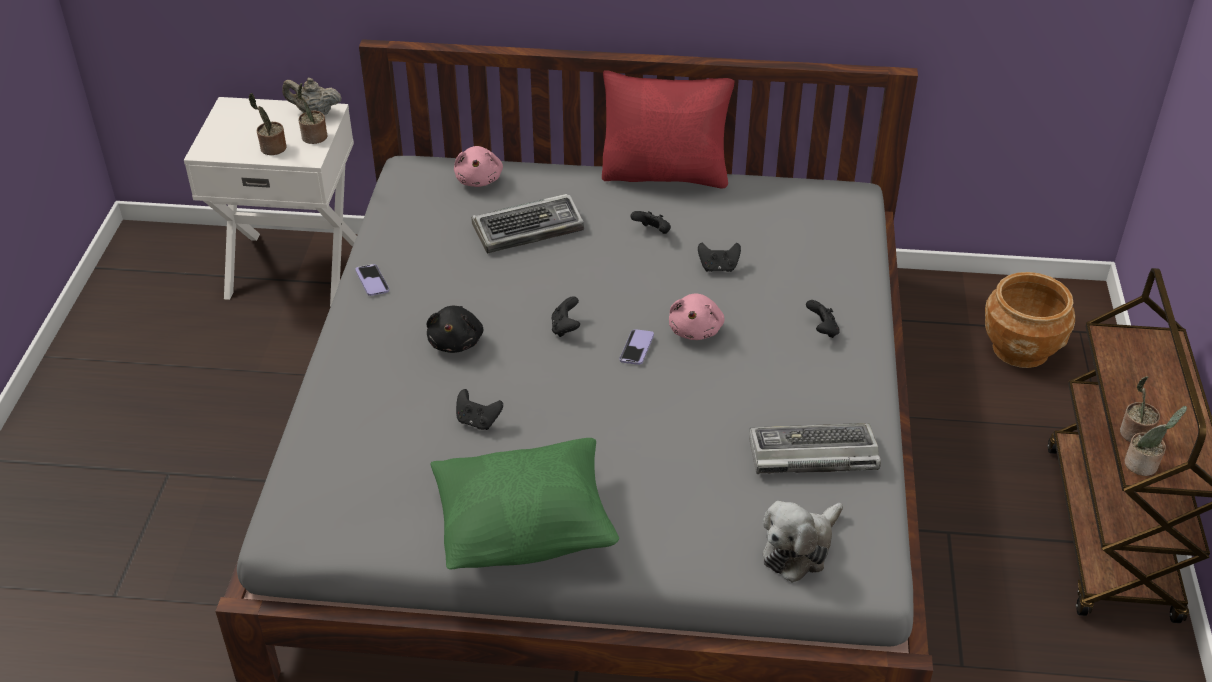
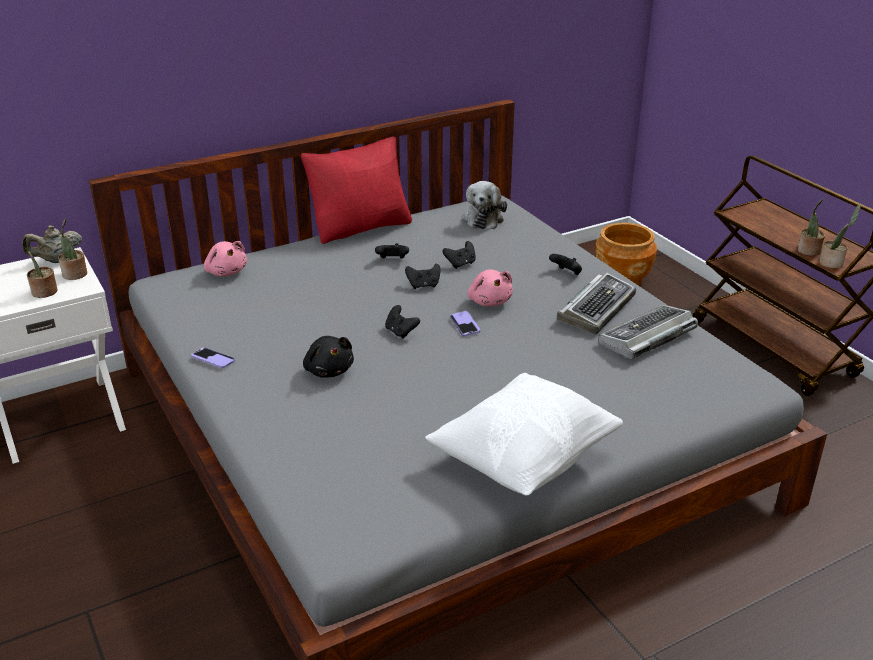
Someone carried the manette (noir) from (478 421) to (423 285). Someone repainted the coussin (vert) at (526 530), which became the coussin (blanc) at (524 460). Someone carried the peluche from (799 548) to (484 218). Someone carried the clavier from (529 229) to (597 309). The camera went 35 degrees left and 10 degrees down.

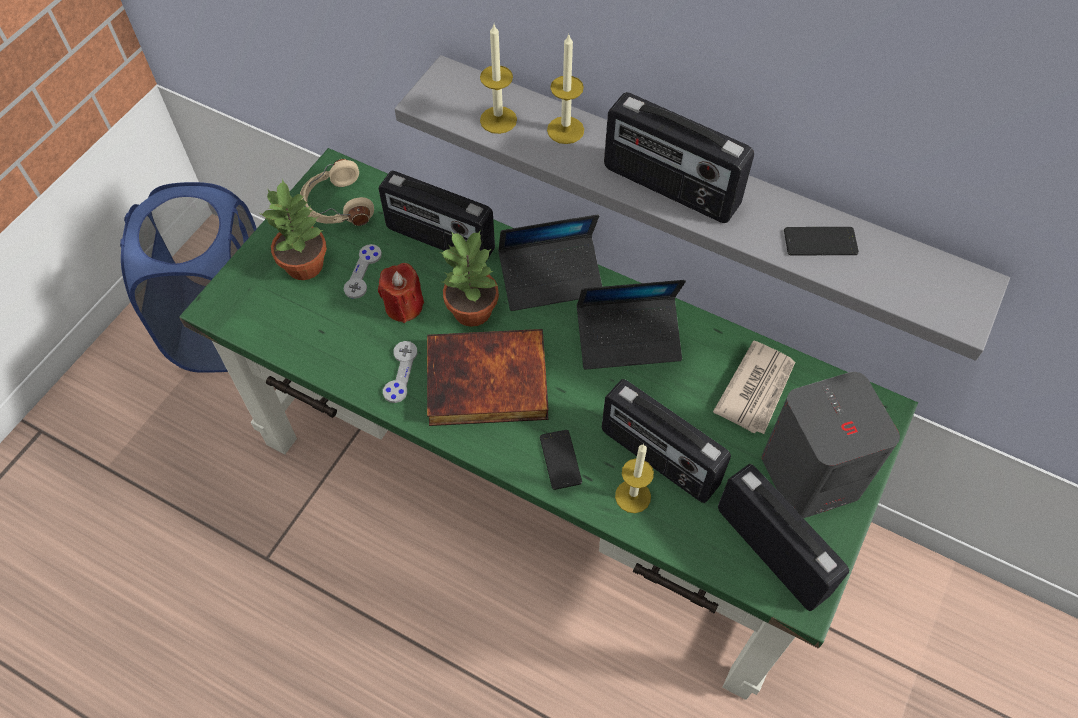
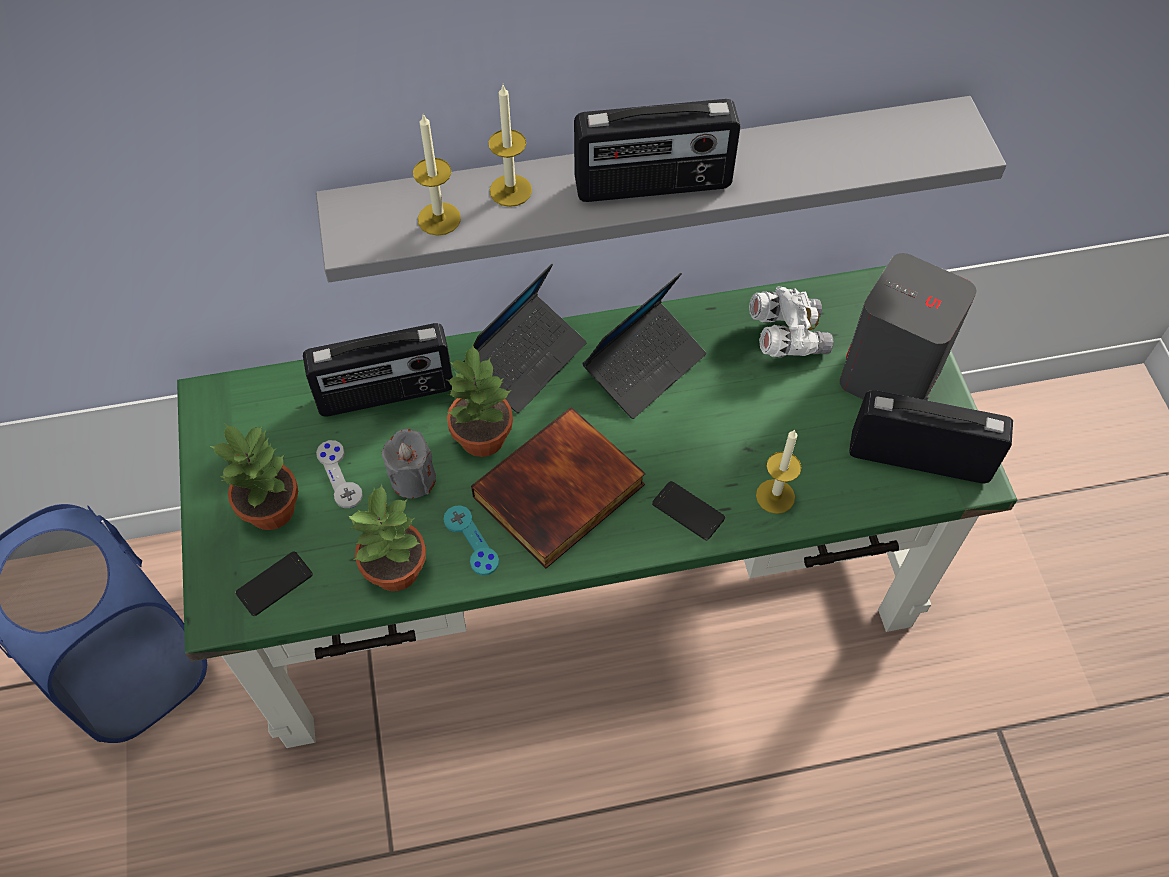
Someone carried the téléphone from (820 242) to (274 584). Someone put down the plante en pot at (394 570). Someone repainted the bougie (rouge) at (404 306), which became the bougie (gris) at (413 479). Someone repainted the manette (gris) at (400 372), which became the manette (turquoise) at (471 541). Someone swapped the journal at (757 389) for the jumelles (blanc) at (787 336). Someone took away the casque audio (beige) at (336 206). Someone took away the radio at (658 459). The camera went 40 degrees left and 0 degrees up.

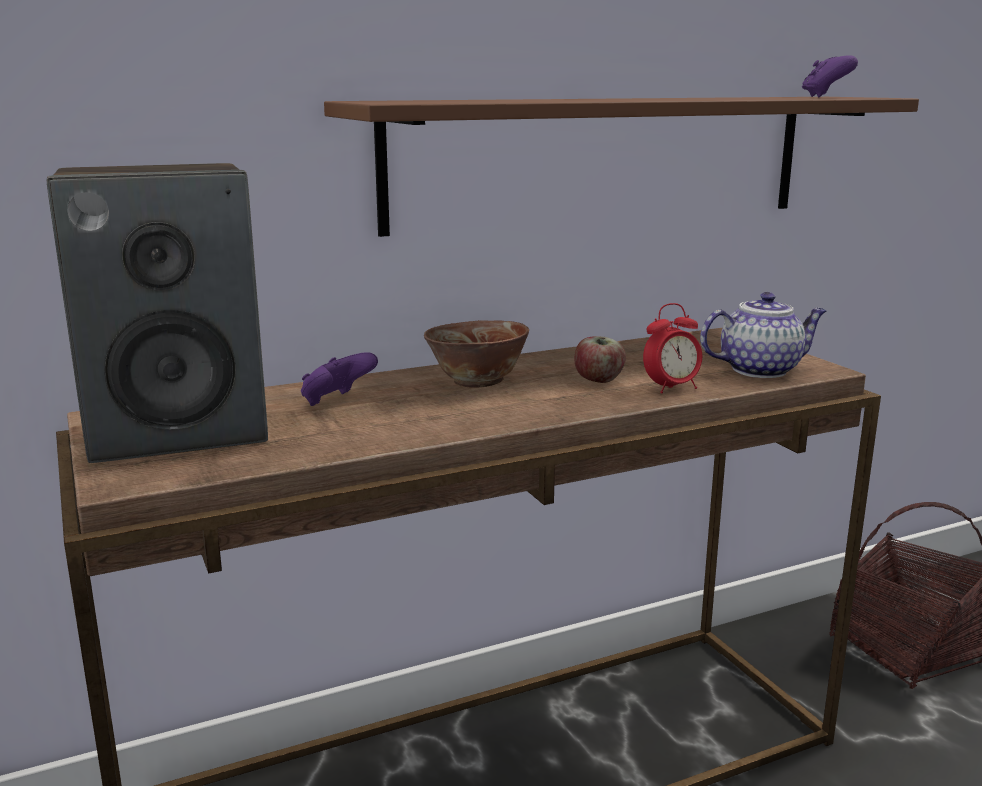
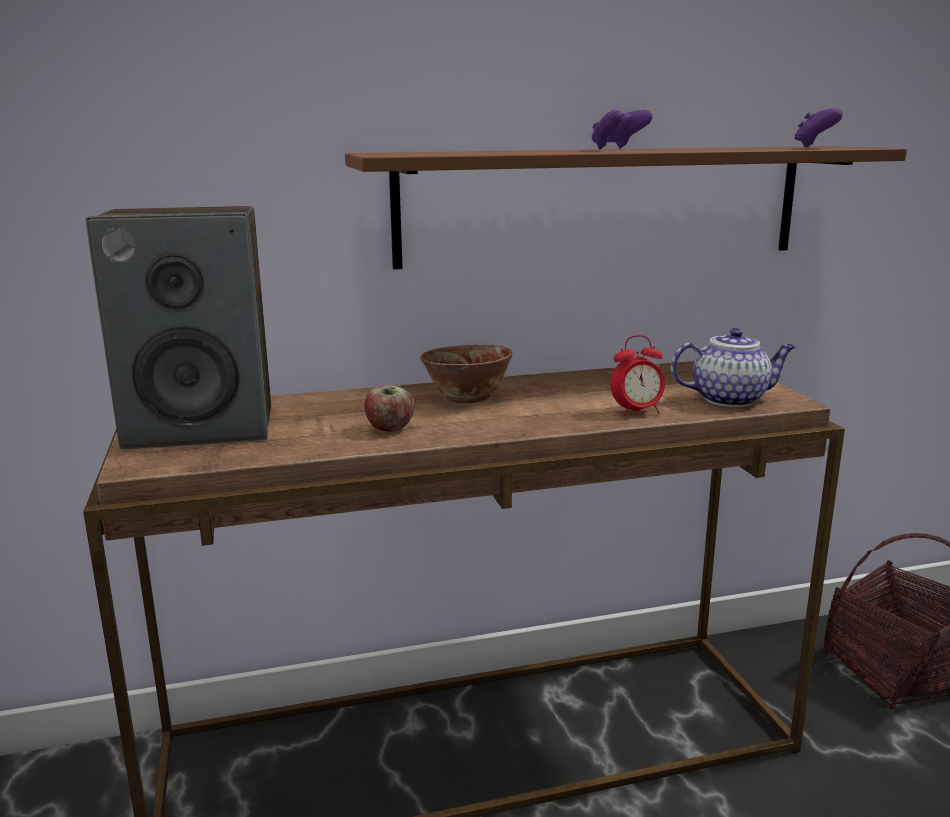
Someone carried the pomme from (598 381) to (389 429). Someone carried the manette (violet) from (336 402) to (617 149). The camera went 10 degrees right and 0 degrees up.

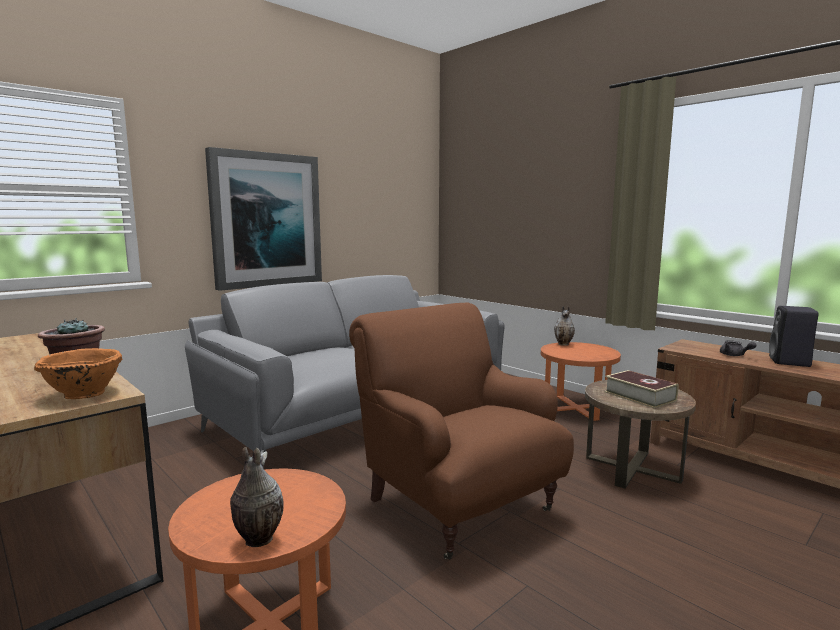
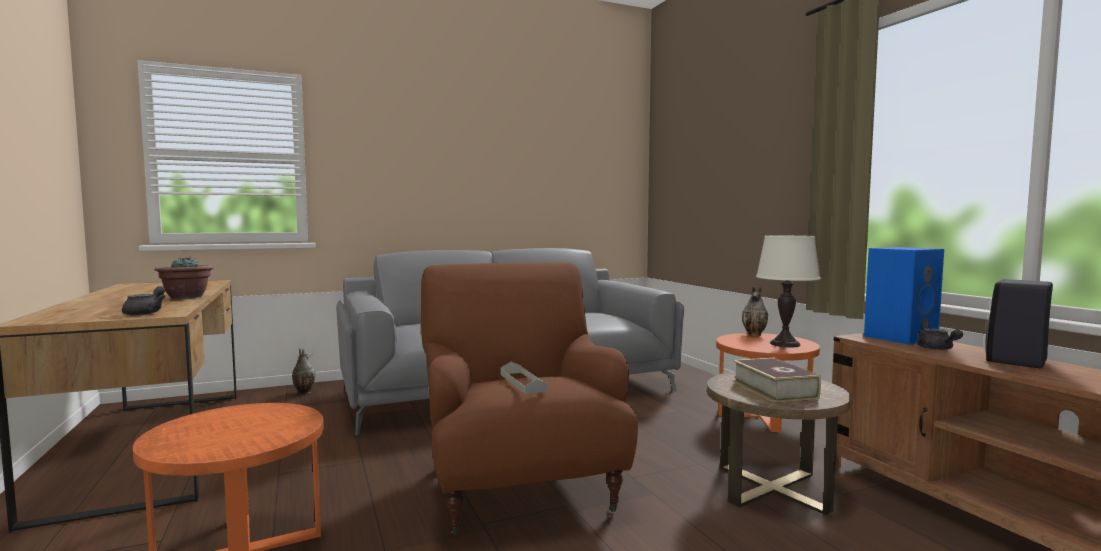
Someone swapped the bol (orange) at (83 394) for the théière (gris) at (146 313). Someone carried the vase from (257 540) to (303 392). Someone put down the plateau (gris) at (523 382). Someone put down the lampe de table (blanc) at (784 344). Someone put down the enceinte (bleu) at (900 337). Someone took away the tableau at (266 220). The camera went 20 degrees right and 5 degrees down.

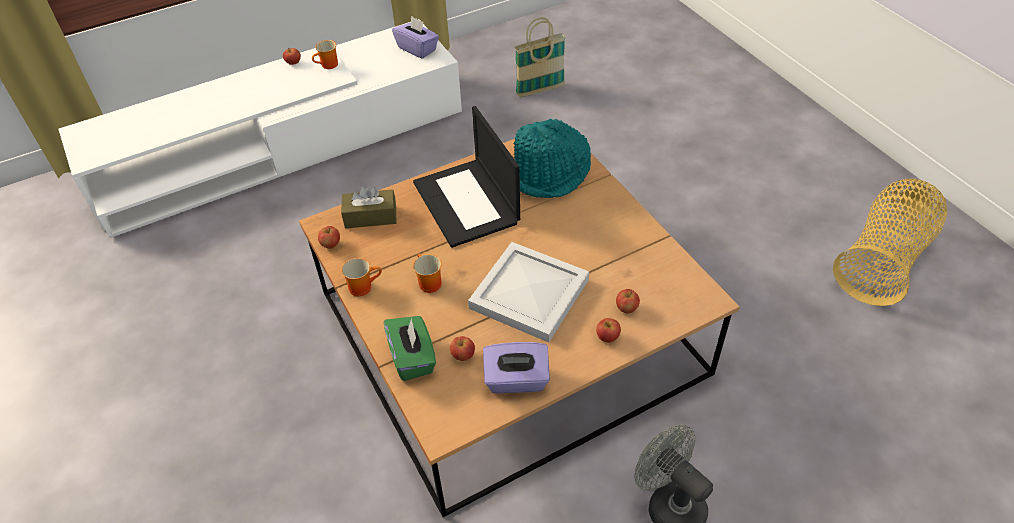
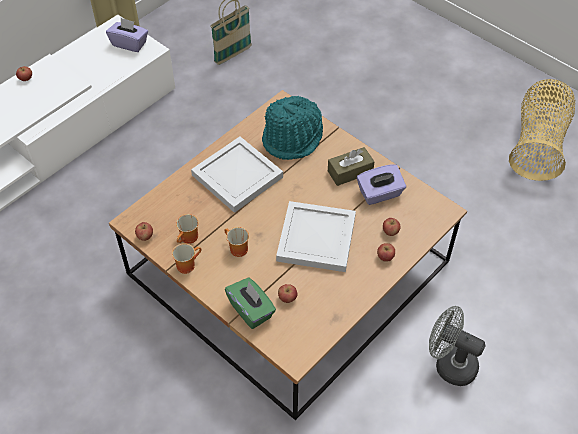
Someone carried the mug from (328 66) to (189 238). Someone swapped the ordinateur portable at (467 203) for the plateau (blanc) at (239 176). Someone carried the boîte à mouchoirs (marron) from (370 216) to (350 172). Someone carried the boîte à mouchoirs (violet) from (516 380) to (380 194). The camera went 20 degrees left and 5 degrees up.

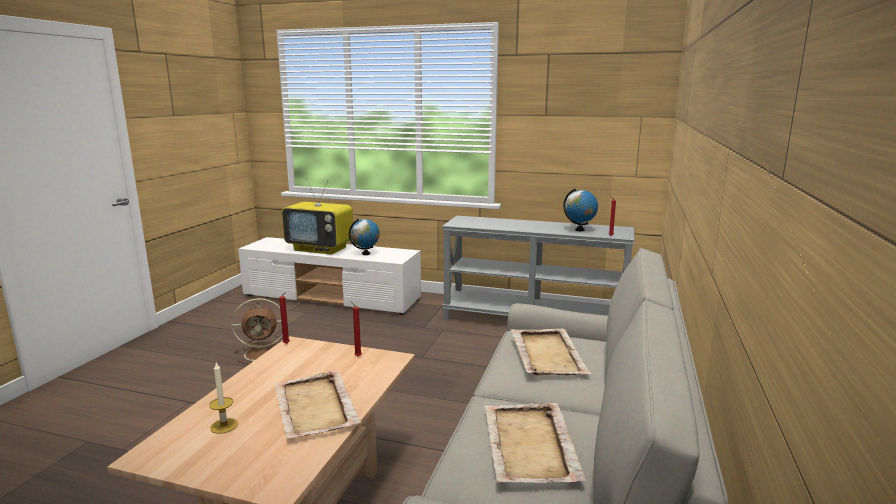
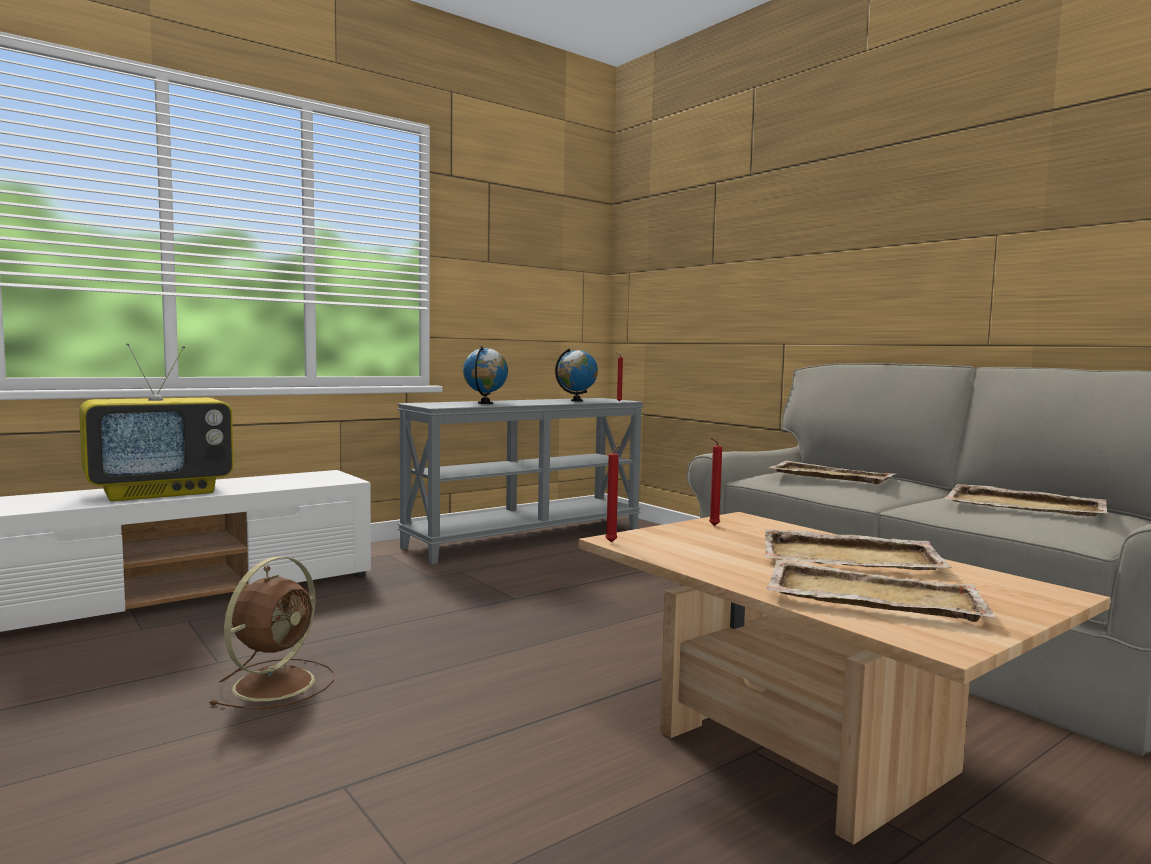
Someone carried the globe from (366 253) to (485 403). Someone swapped the bougie at (224 426) for the plateau (beige) at (870 596). The camera went 55 degrees left and 10 degrees down.

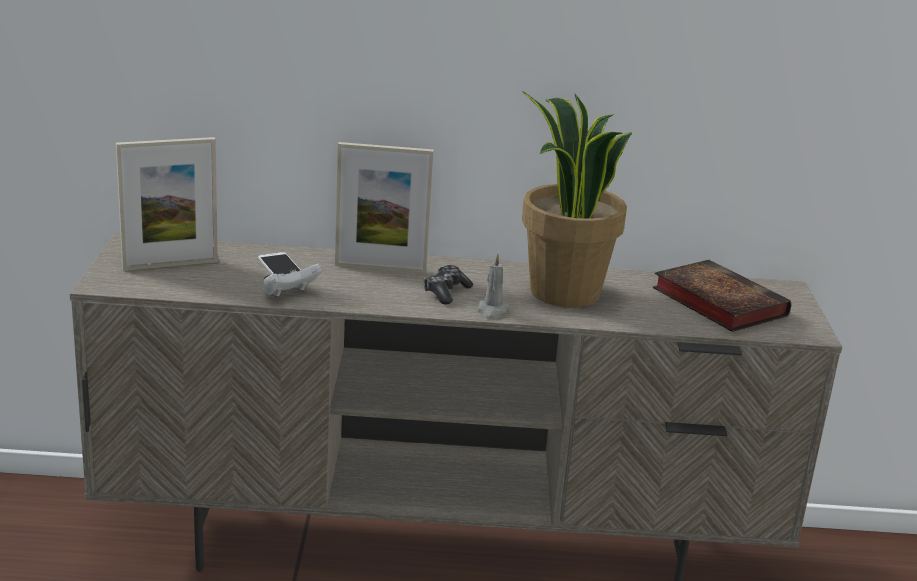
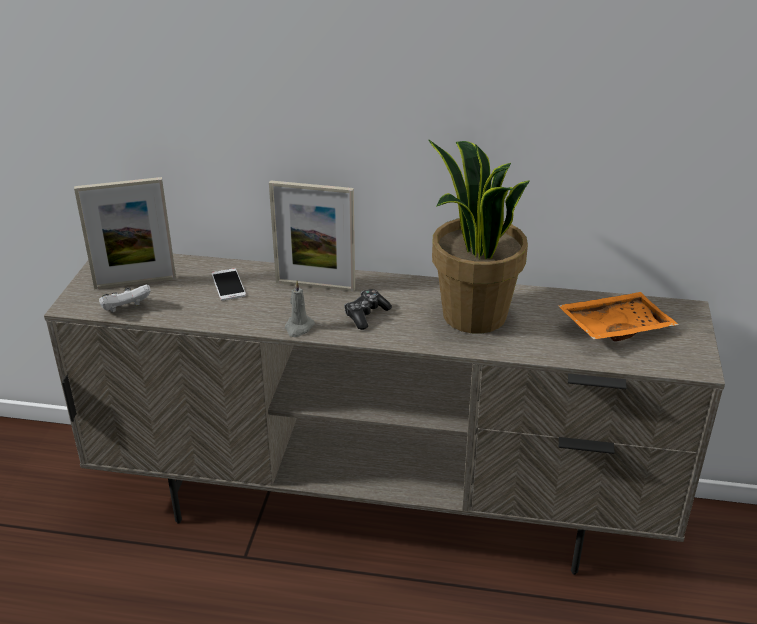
Someone carried the manette (blanc) from (289 294) to (126 309). Someone carried the bougie (gris) from (492 311) to (298 327). Someone swapped the livre at (715 301) for the plateau (orange) at (614 327). The camera went 10 degrees right and 10 degrees up.

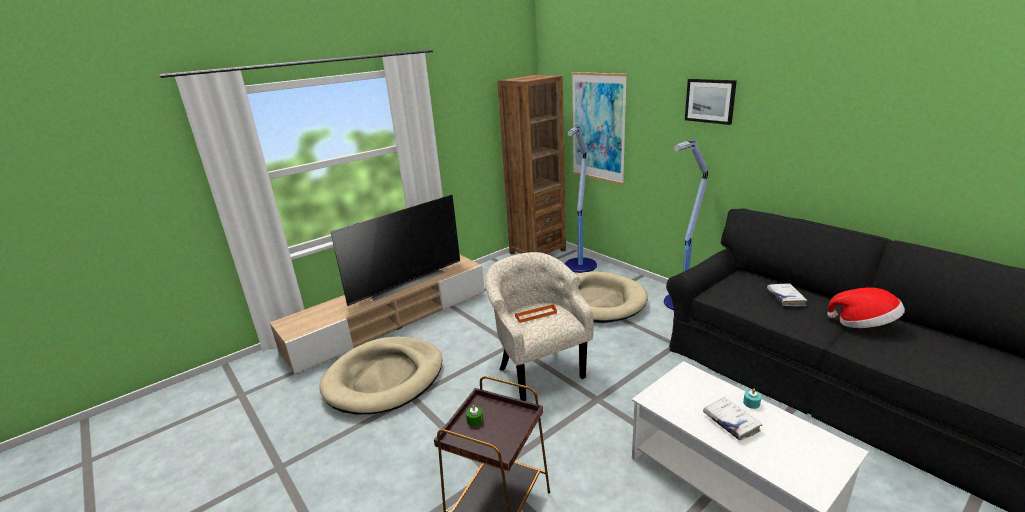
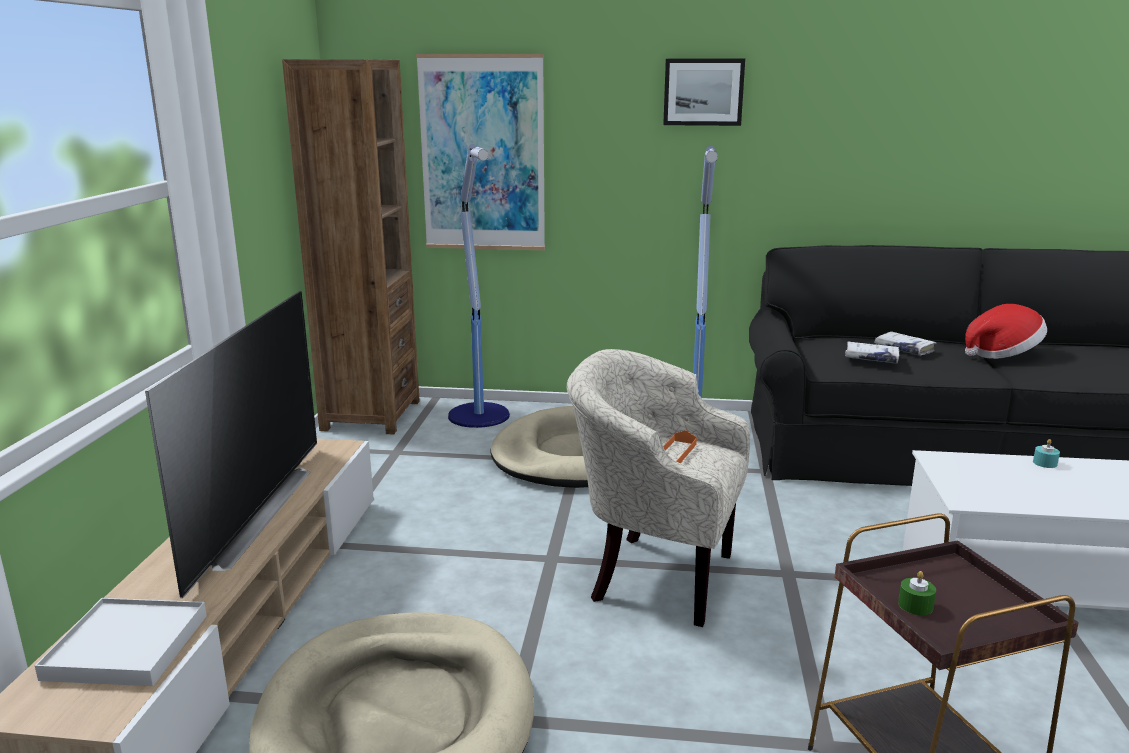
Someone put down the plateau (blanc) at (127 646). Someone carried the livre (blanc) from (731 422) to (871 358). The camera went 45 degrees left and 5 degrees down.

